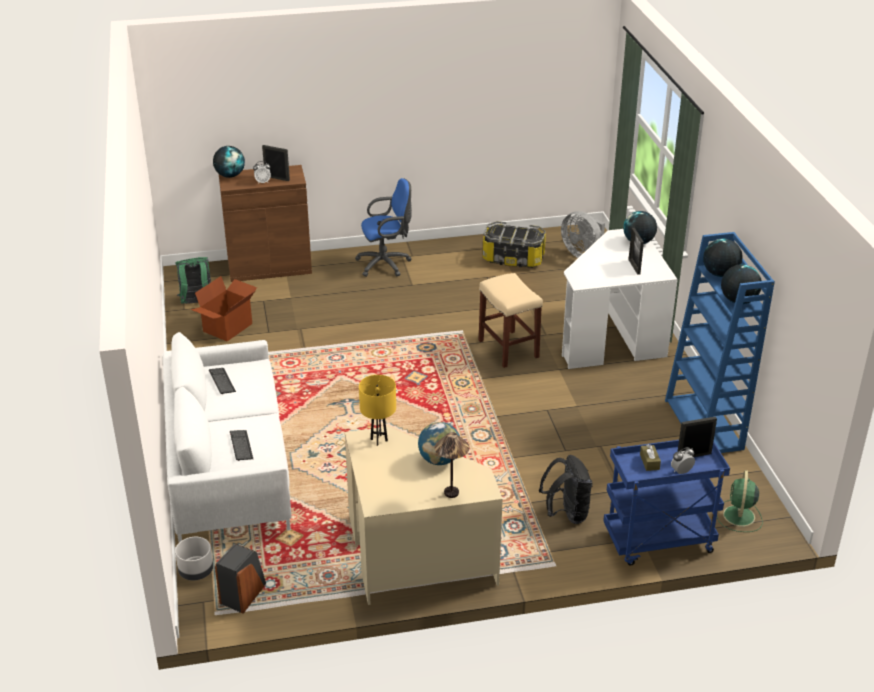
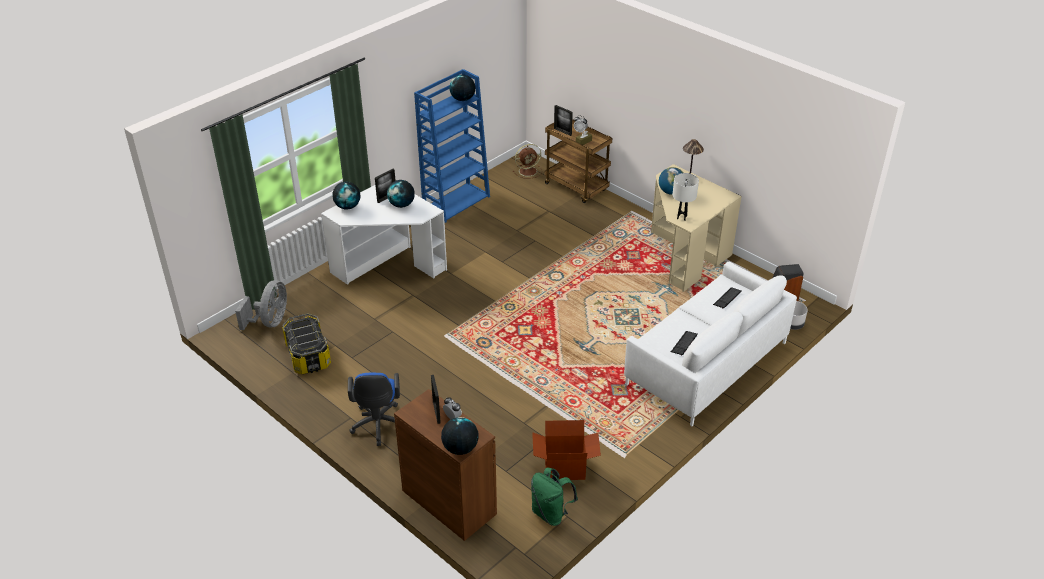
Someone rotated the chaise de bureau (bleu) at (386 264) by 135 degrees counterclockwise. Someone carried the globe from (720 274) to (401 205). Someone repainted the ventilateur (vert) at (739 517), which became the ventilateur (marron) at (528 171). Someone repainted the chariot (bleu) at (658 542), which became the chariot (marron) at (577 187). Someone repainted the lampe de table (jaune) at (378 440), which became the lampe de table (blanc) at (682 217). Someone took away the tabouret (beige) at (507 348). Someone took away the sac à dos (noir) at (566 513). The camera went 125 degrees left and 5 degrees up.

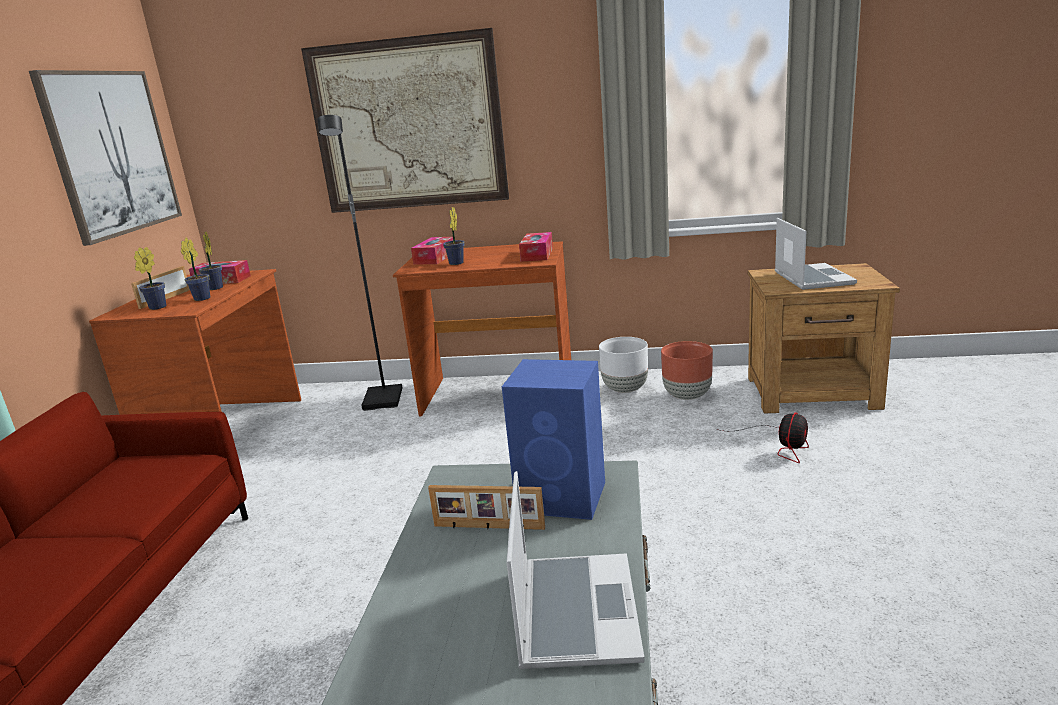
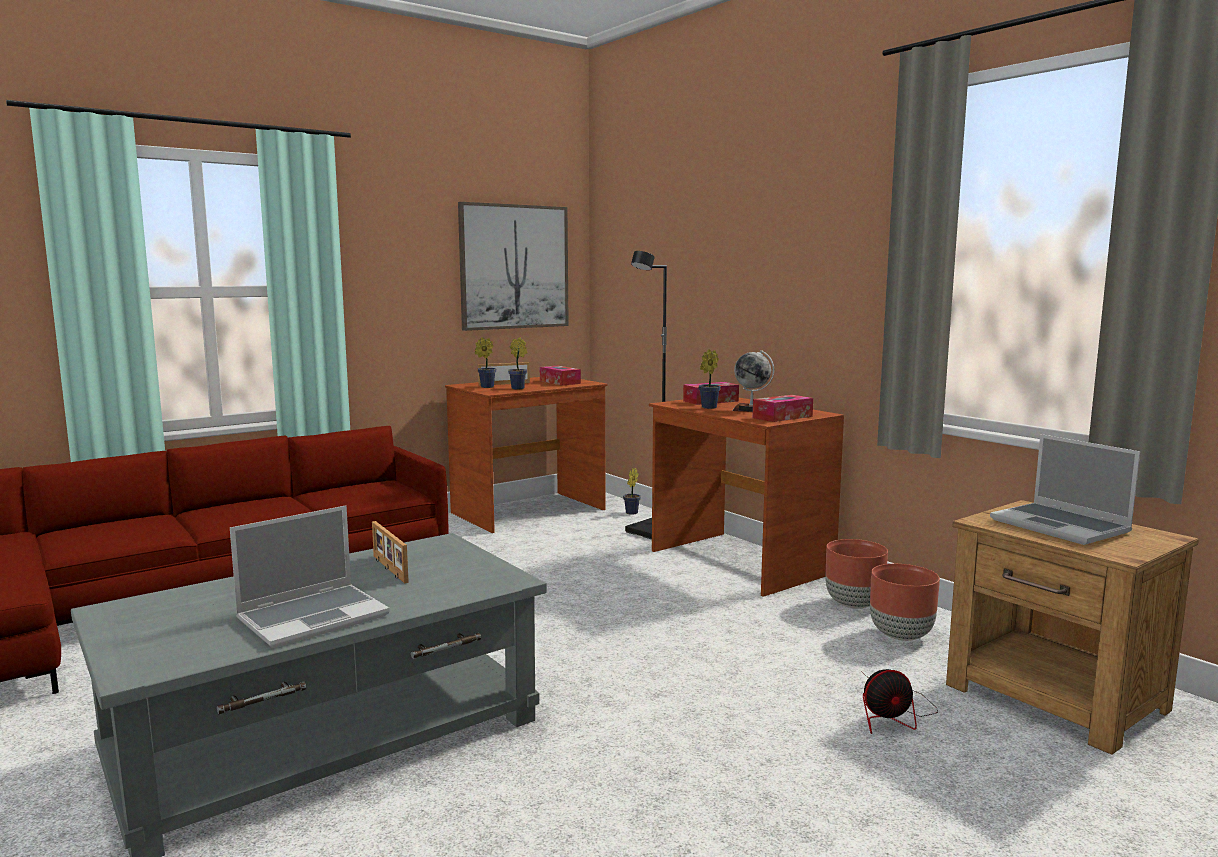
Someone carried the plante en pot from (215 288) to (630 513). Someone put down the globe at (751 410). Someone repainted the cache-pot (blanc) at (625 389), which became the cache-pot (marron) at (854 604). Someone rotated the ordinateur portable at (811 278) by 105 degrees clockwise. Someone took away the tableau at (408 125). Someone took away the enceinte (bleu) at (564 497). The camera went 45 degrees right and 10 degrees down.

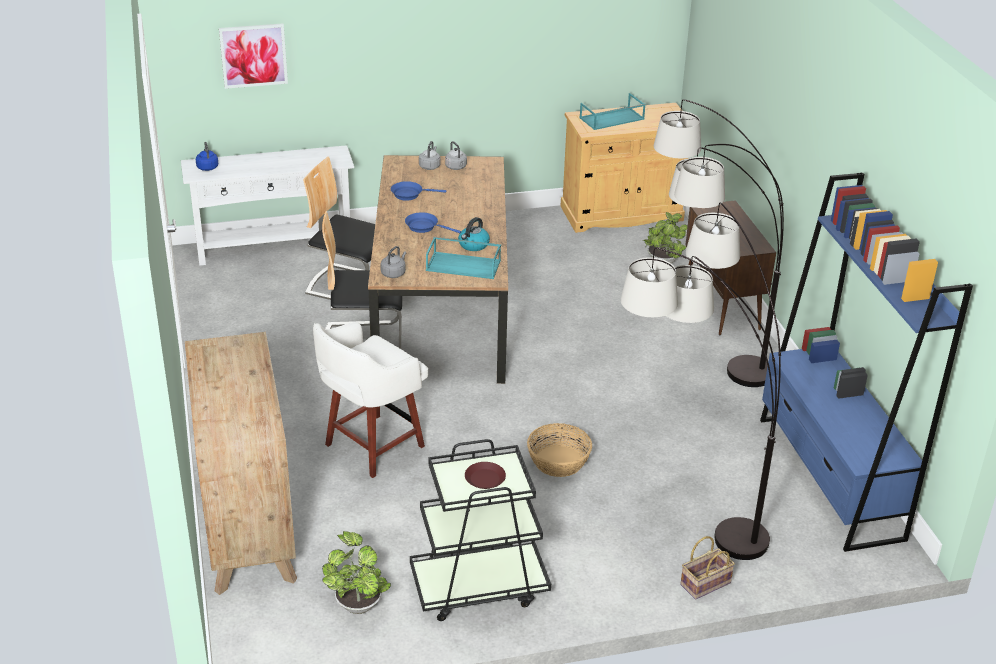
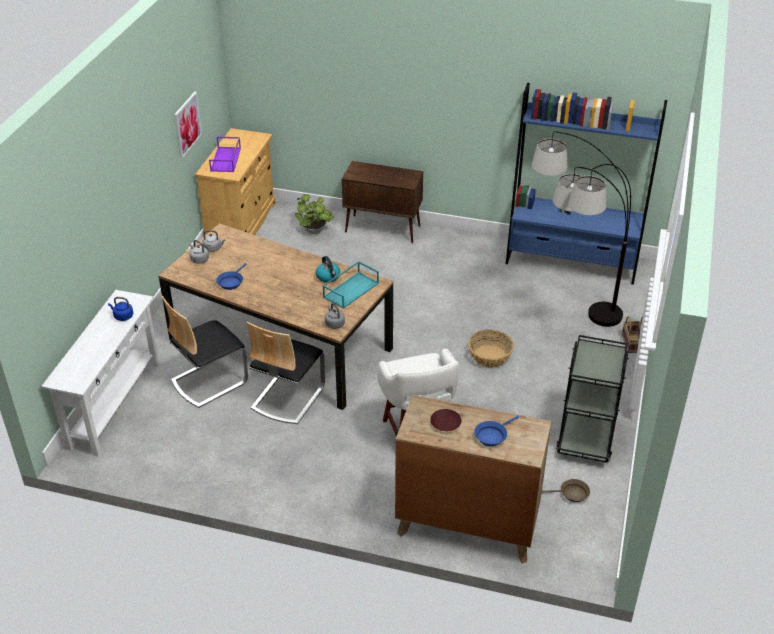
Someone carried the bouilloire (bleu) from (207 167) to (122 316). Someone carried the tableau from (253 55) to (187 124). Someone repainted the plateau (turquoise) at (611 119), which became the plateau (violet) at (226 160). Someone carried the assiette (marron) from (485 479) to (445 422). Someone carried the poêle (bleu) from (424 227) to (492 435). Someone swapped the plante en pot at (357 602) for the poêle (marron) at (571 494). Someone took away the lampadaire at (693 376). The camera went 60 degrees left and 5 degrees up.

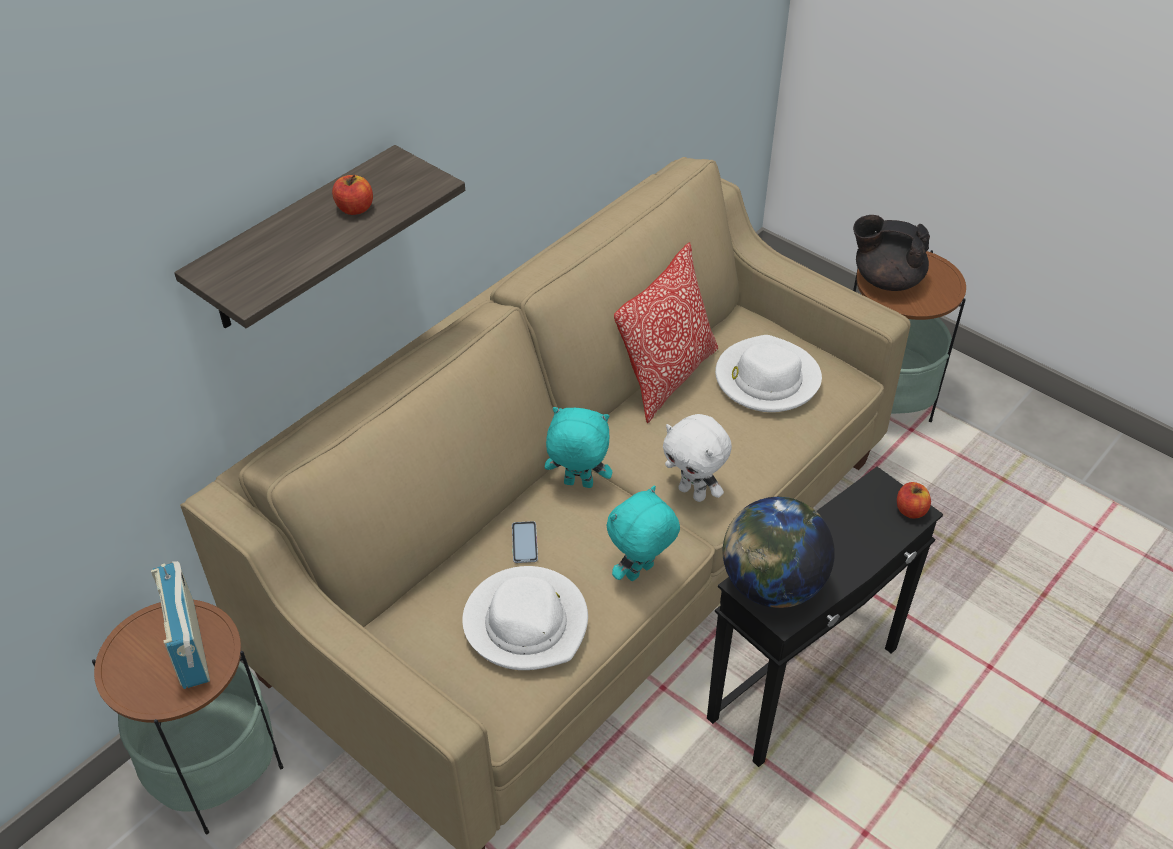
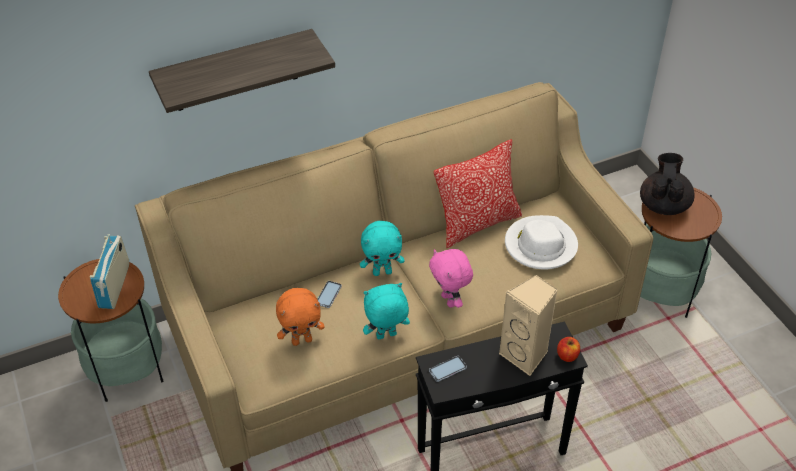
Someone swapped the chapeau (blanc) at (527 622) for the peluche (orange) at (302 340). Someone rotated the peluche (turquoise) at (577 485) by 135 degrees clockwise. Someone repainted the peluche (blanc) at (693 492), which became the peluche (rose) at (450 300). Someone swapped the globe at (771 586) for the téléphone at (447 369). Someone put down the enceinte (beige) at (525 355). Someone rotated the théière (noir) at (886 279) by 60 degrees clockwise. Someone took away the pomme at (355 209). The camera went 25 degrees right and 0 degrees up.

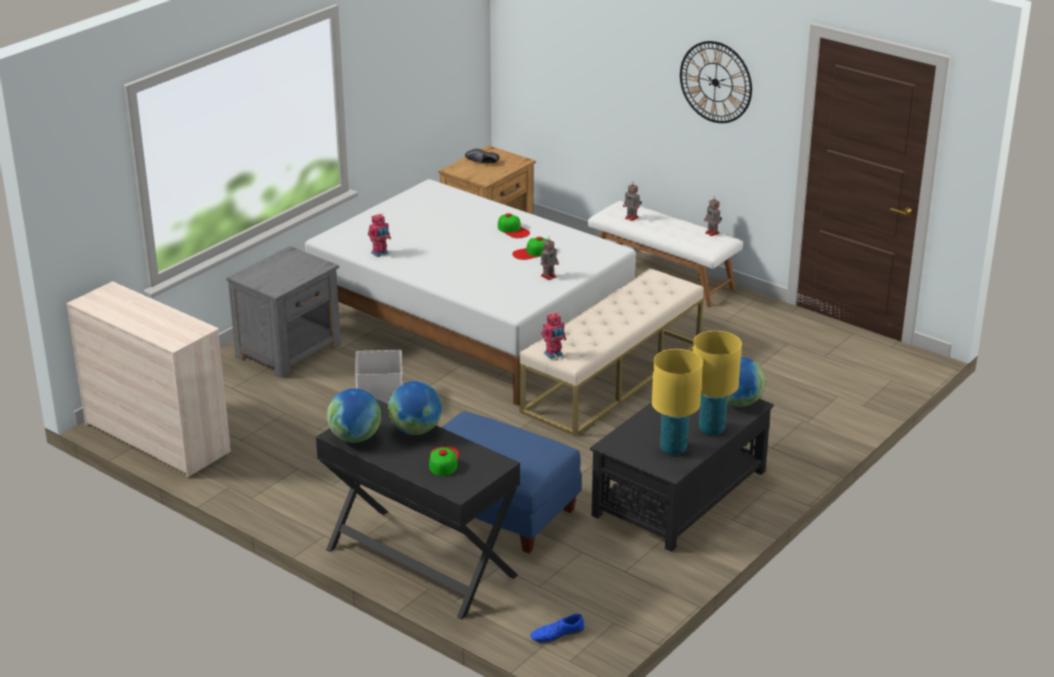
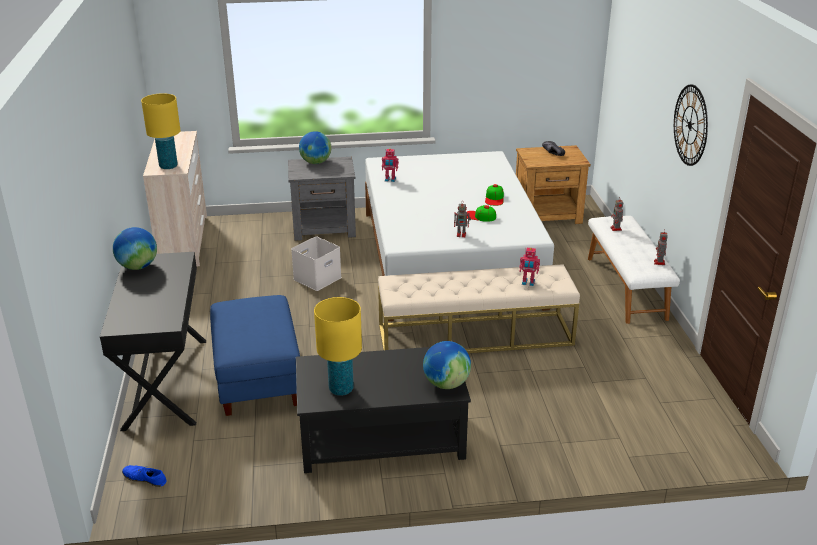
Someone carried the lampe de table (jaune) from (712 429) to (168 166). Someone carried the globe from (415 430) to (315 162). Someone carried the robot jouet from (554 355) to (528 283). Someone took away the casquette at (443 461). The camera went 45 degrees right and 0 degrees up.

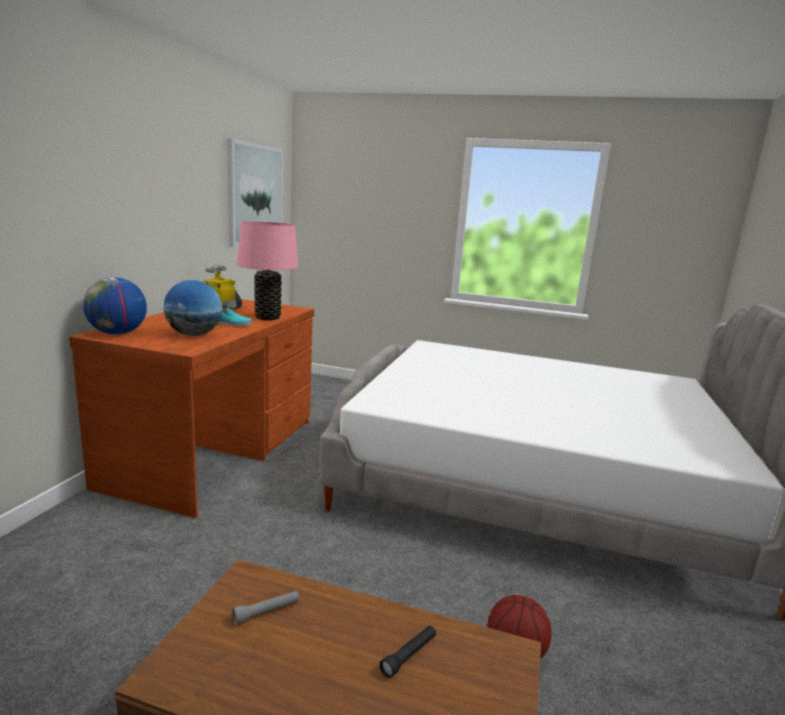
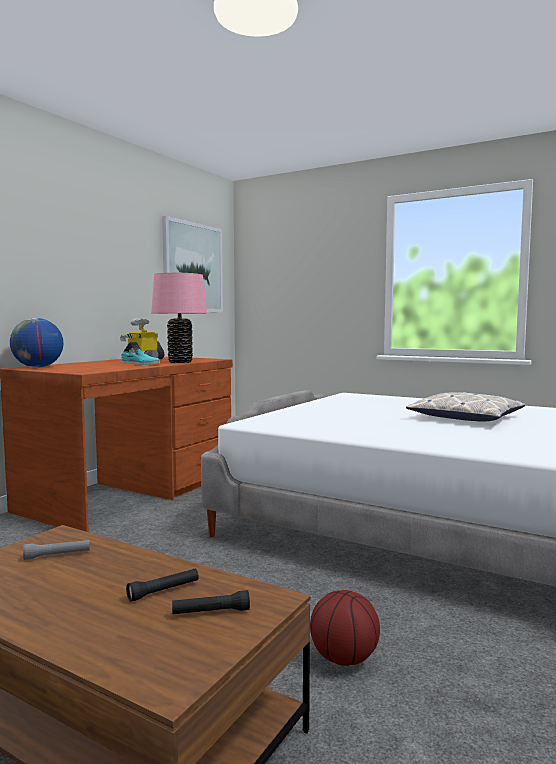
Someone put down the lampe de poche (noir) at (211 612). Someone put down the coussin at (466 418). Someone took away the globe at (194 335). The camera went 15 degrees right and 10 degrees down.

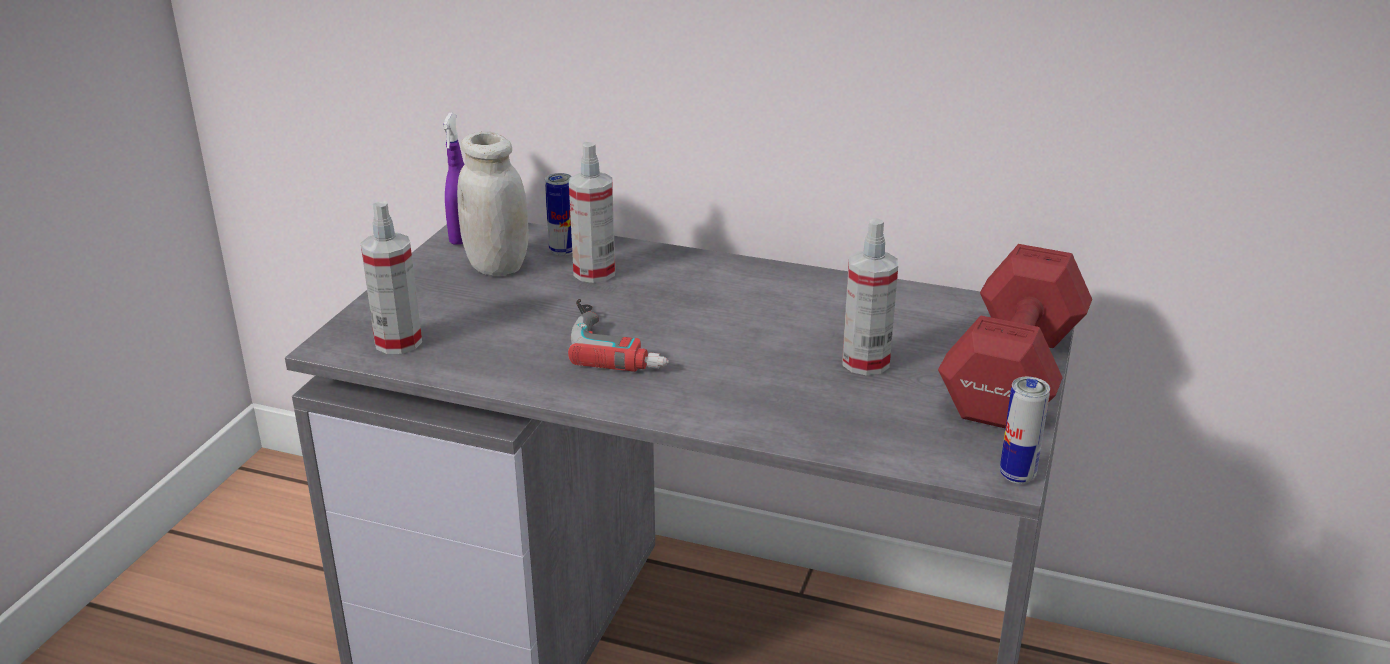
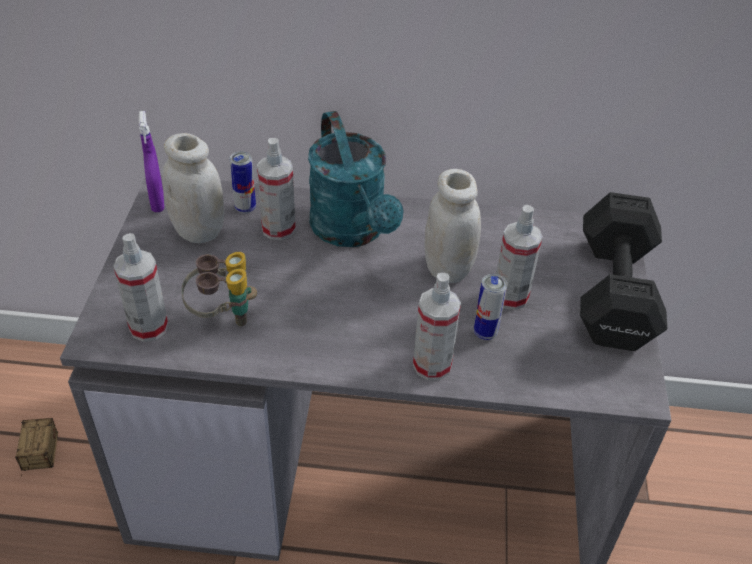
Someone put down the boîte de rangement at (36 477). Someone put down the jumelles at (222 315). Someone put down the arrosoir (turquoise) at (353 231). Someone put down the vaporisateur at (432 365). Someone put down the bocal (blanc) at (447 269). Someone carried the boîte métallique from (1017 475) to (485 333). Someone repainted the haltère (rouge) at (1009 376), which became the haltère (noir) at (613 295). Someone took away the perceuse at (620 342). The camera went 15 degrees left and 15 degrees up.

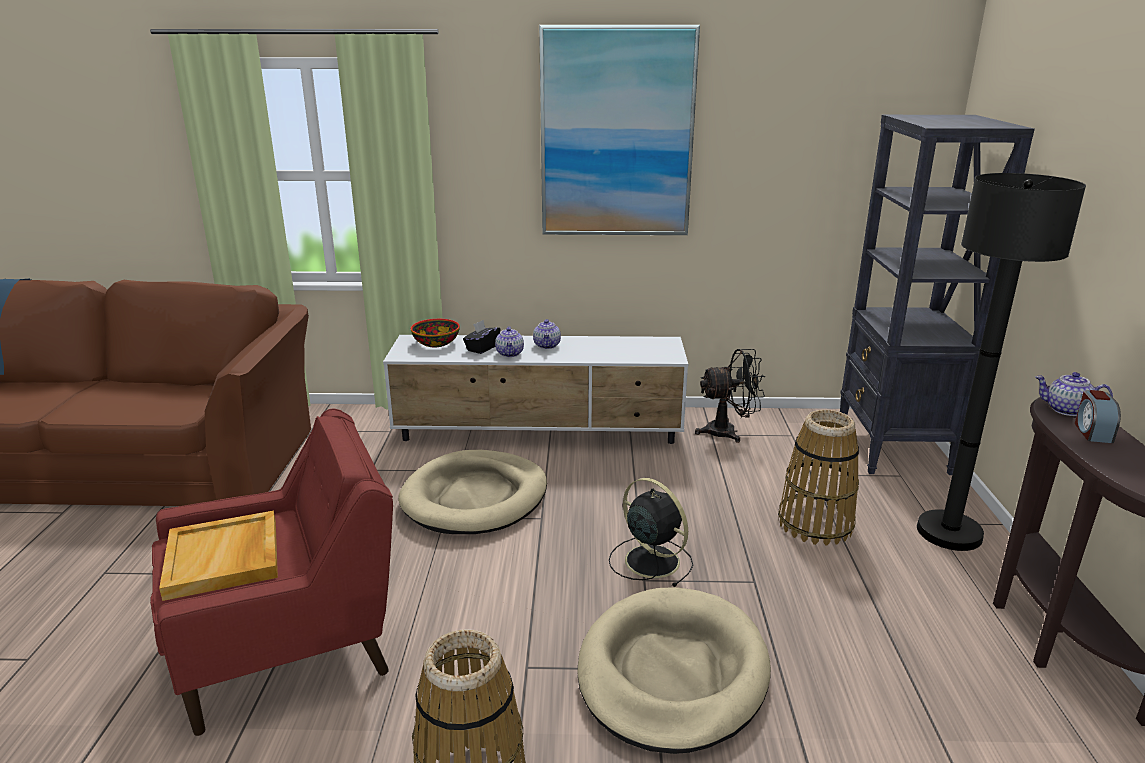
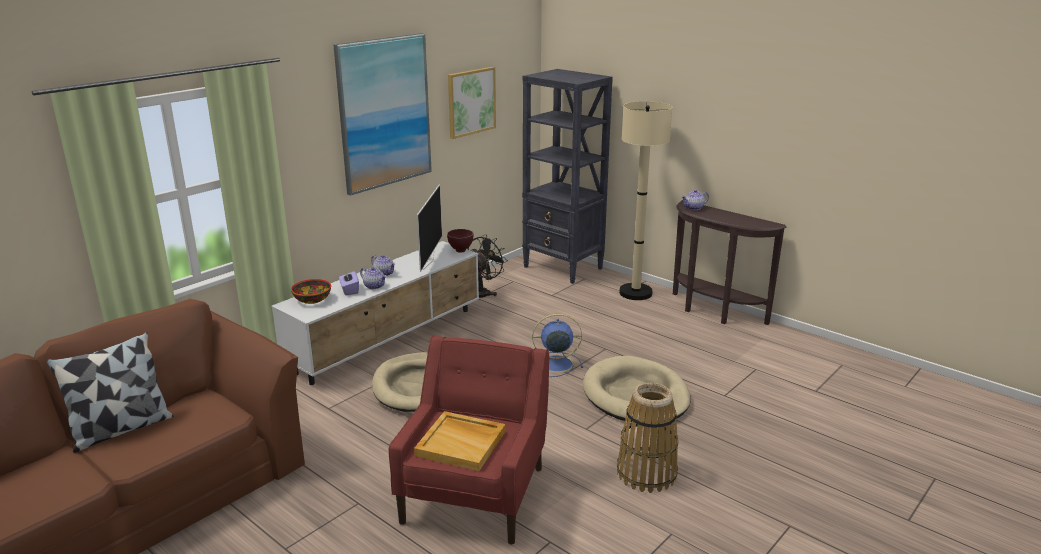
Someone put down the coussin at (121 429). Someone repainted the boîte à mouchoirs (noir) at (482 348), which became the boîte à mouchoirs (violet) at (349 290). Someone put down the téléviseur at (427 260). Someone put down the bol (marron) at (460 251). Someone put up the tableau at (471 102). Someone repainted the ventilateur (noir) at (650 560), which became the ventilateur (bleu) at (554 364). Someone repainted the lampadaire (noir) at (949 532), which became the lampadaire (beige) at (635 293). Someone took away the panier at (815 524). Someone took away the réveil at (1092 432). The camera went 50 degrees left and 0 degrees up.

